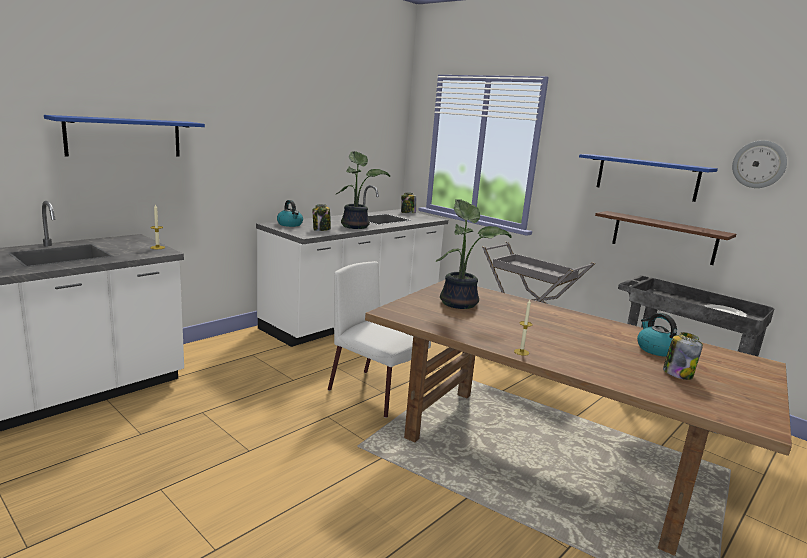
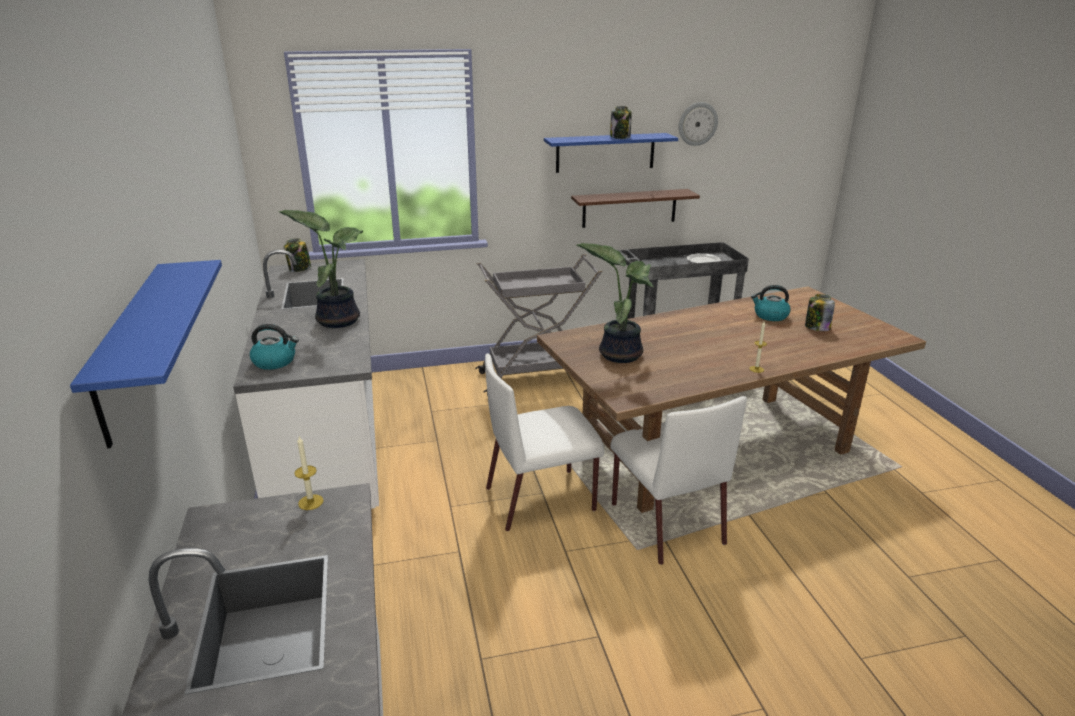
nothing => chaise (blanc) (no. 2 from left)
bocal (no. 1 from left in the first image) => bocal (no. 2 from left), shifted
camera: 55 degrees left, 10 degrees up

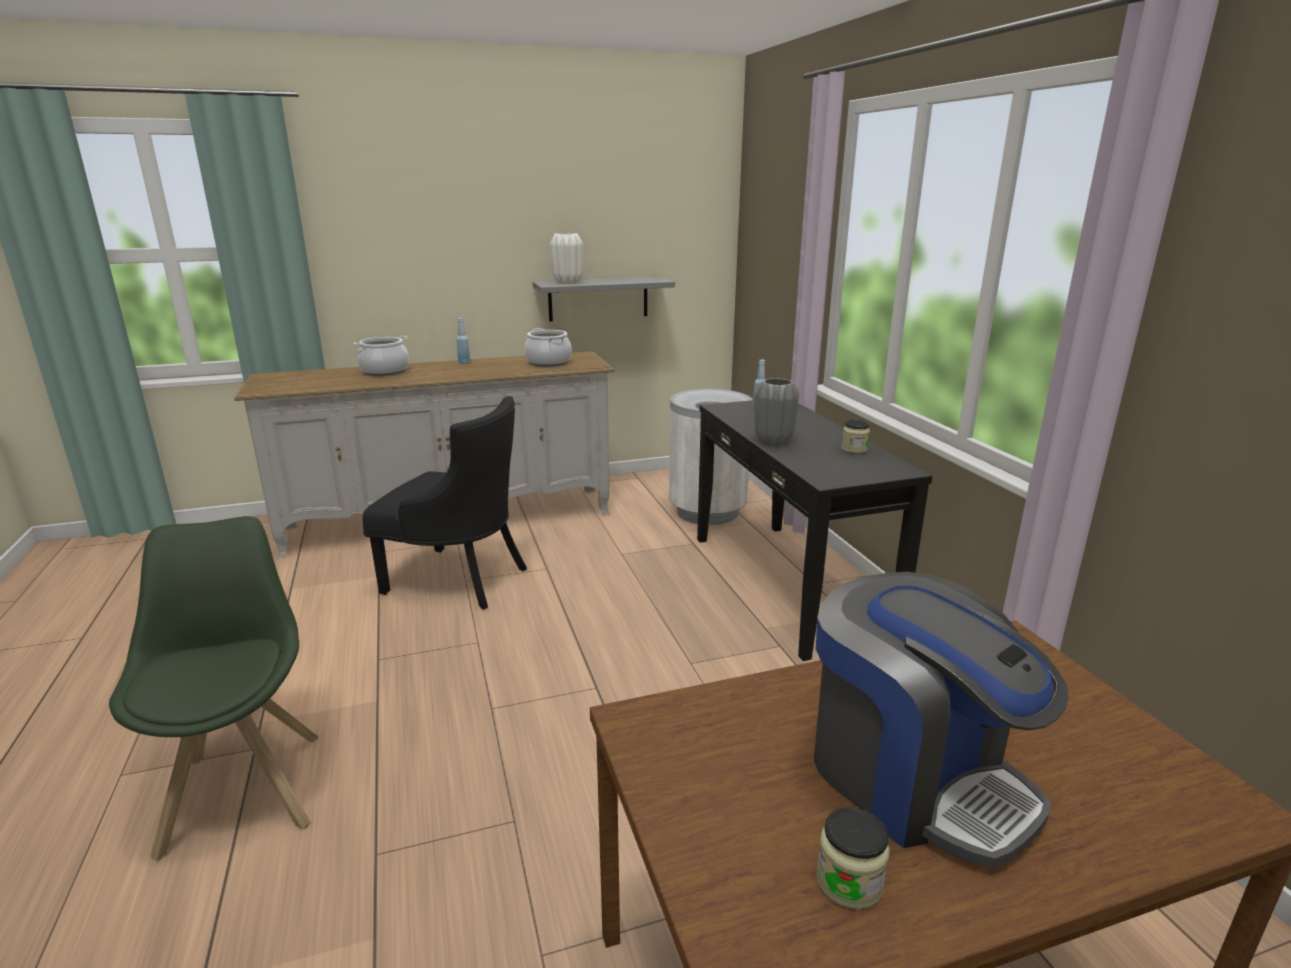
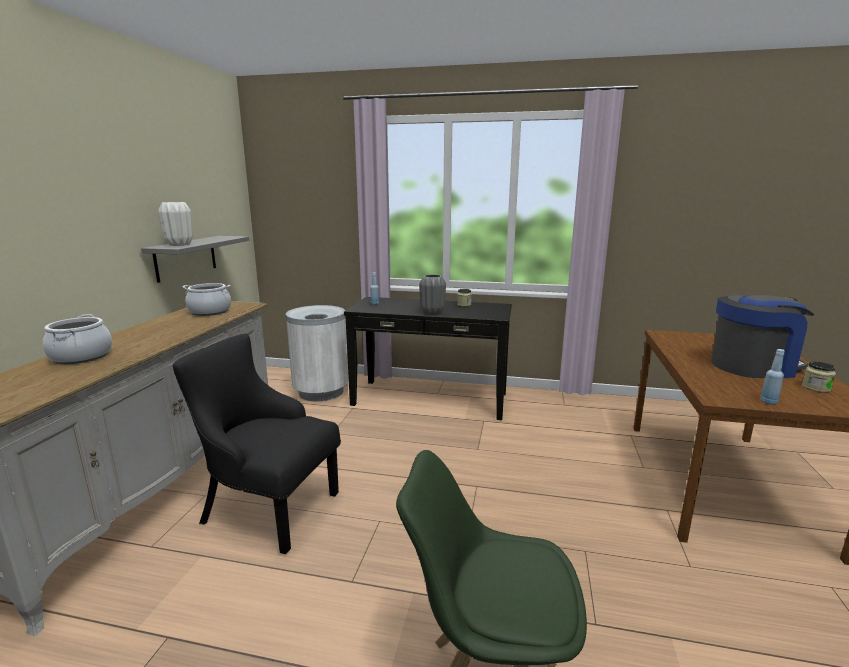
bouteille (bleu) (no. 1 from left in the first image) => bouteille (bleu) (no. 2 from left), shifted
chaise (noir), 120 degrees counterclockwise
camera: 60 degrees left, 5 degrees down

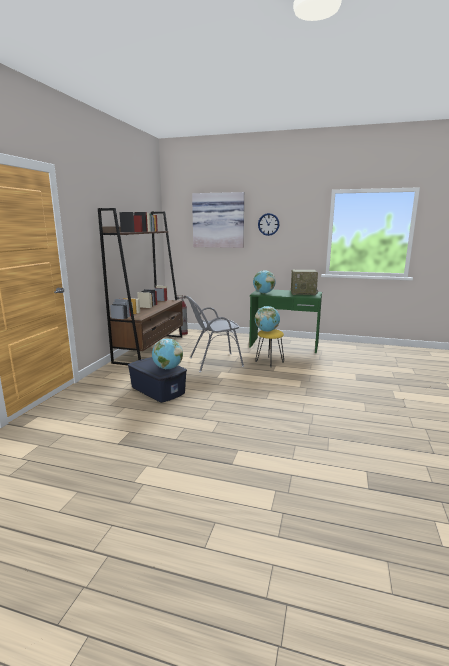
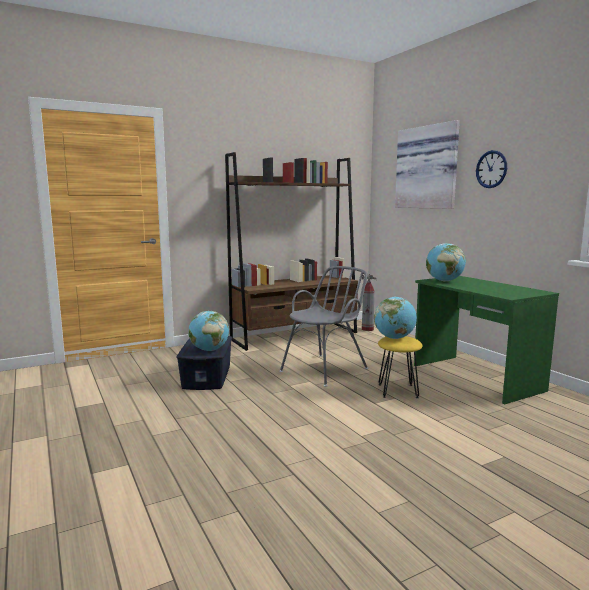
radio => nothing
chaise (gris), 105 degrees clockwise
camera: 45 degrees right, 5 degrees down

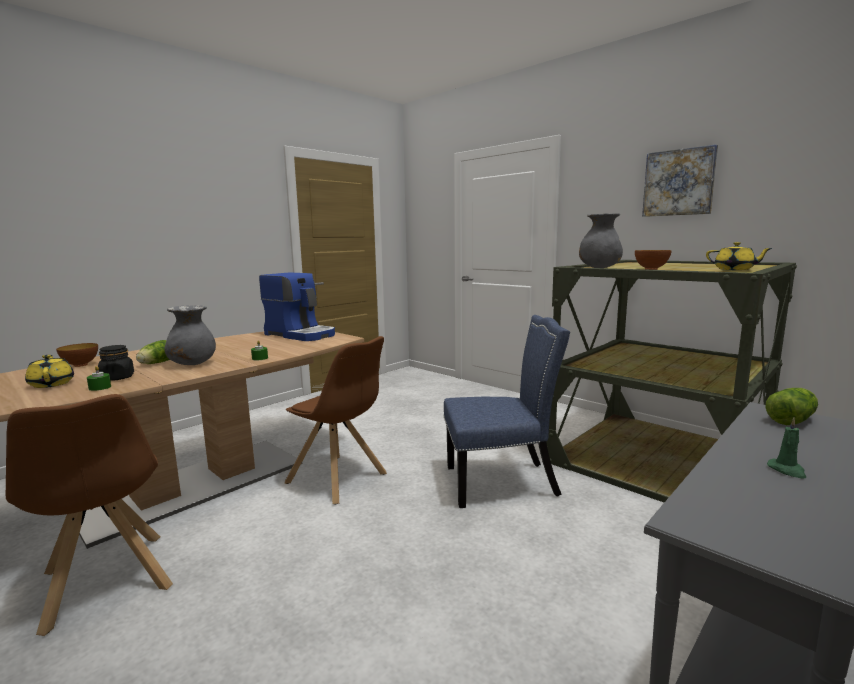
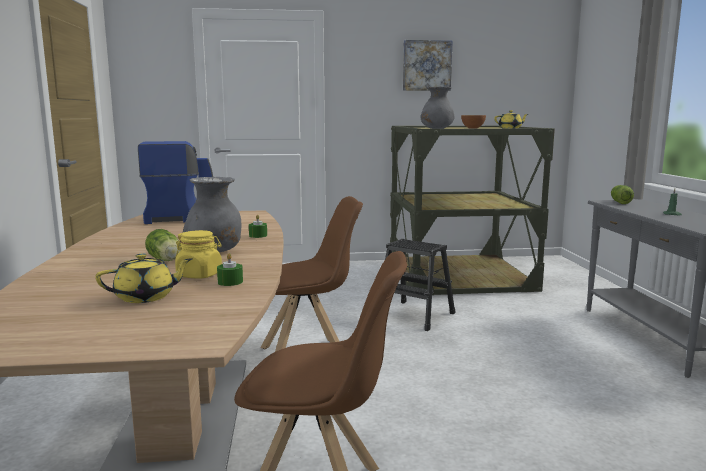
bol (no. 1 from left) => nothing
chaise (bleu) => escabeau (noir)
bocal (noir) => bocal (jaune)
théière (jaune) (no. 1 from left), 150 degrees clockwise
camera: 50 degrees left, 0 degrees up

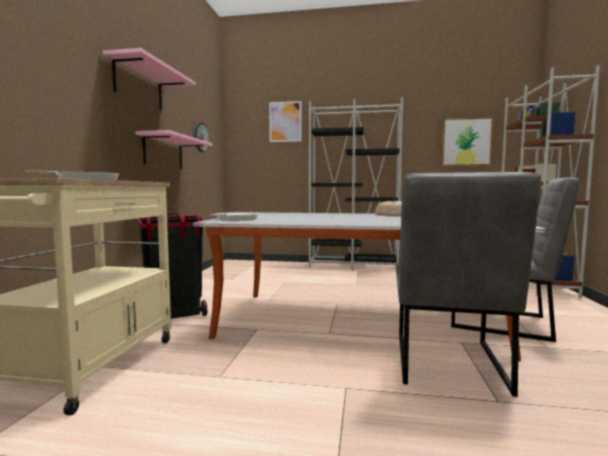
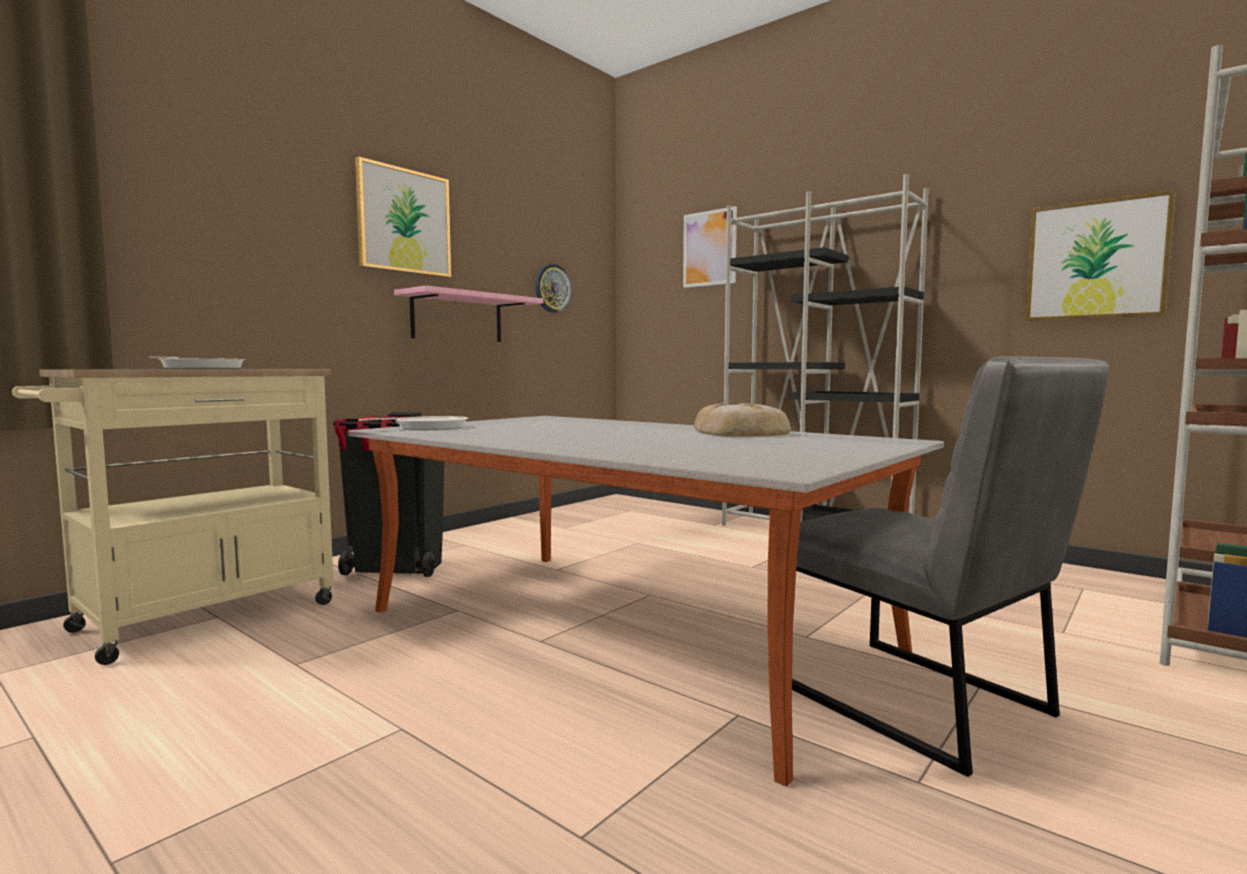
chaise (gris) (no. 1 from left) => nothing
étagère (rose) (no. 1 from left) => tableau (no. 1 from left)
camera: 30 degrees right, 0 degrees up

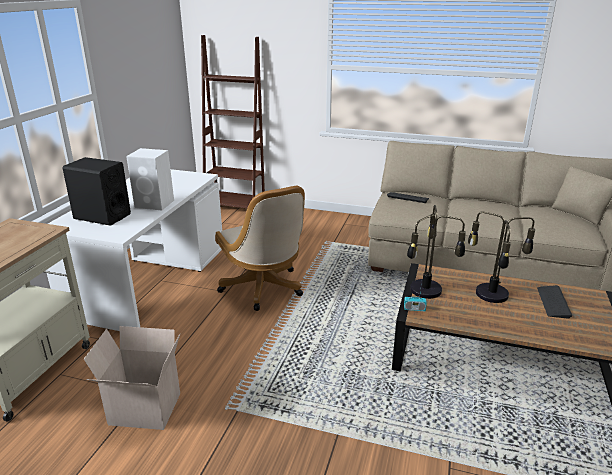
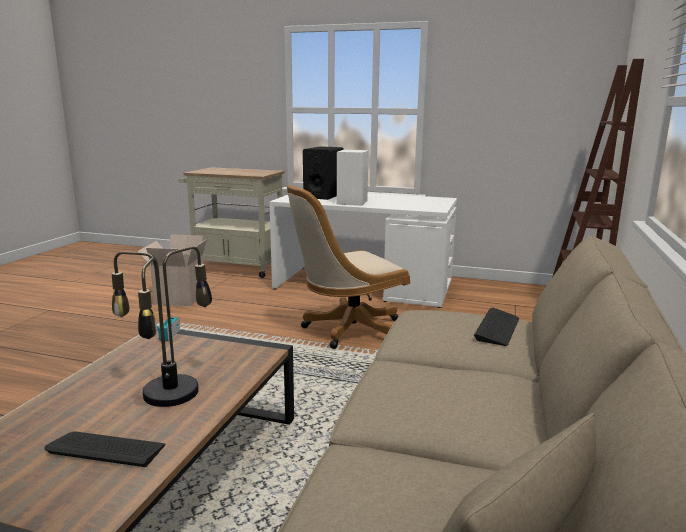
lampe de table (no. 1 from left) => nothing
camera: 90 degrees right, 10 degrees down

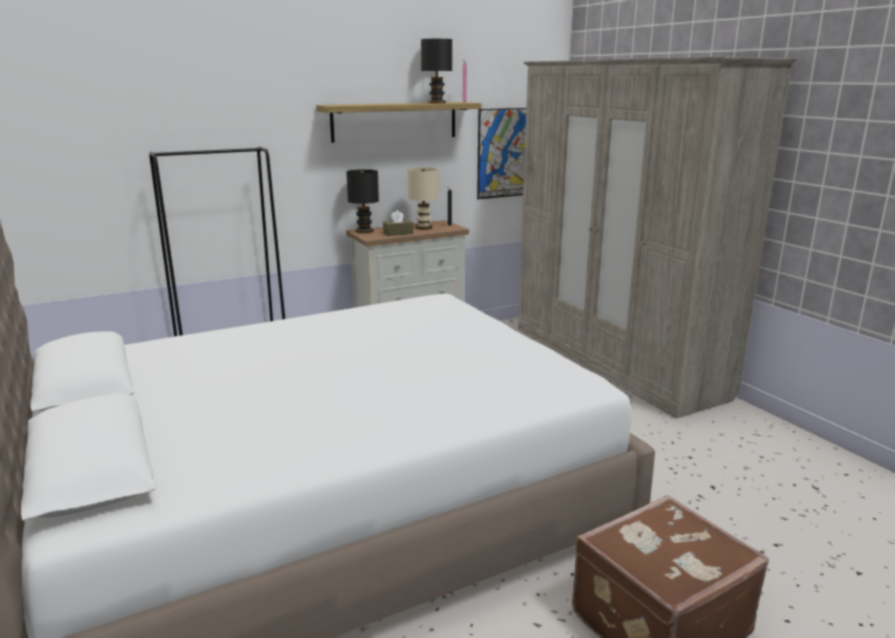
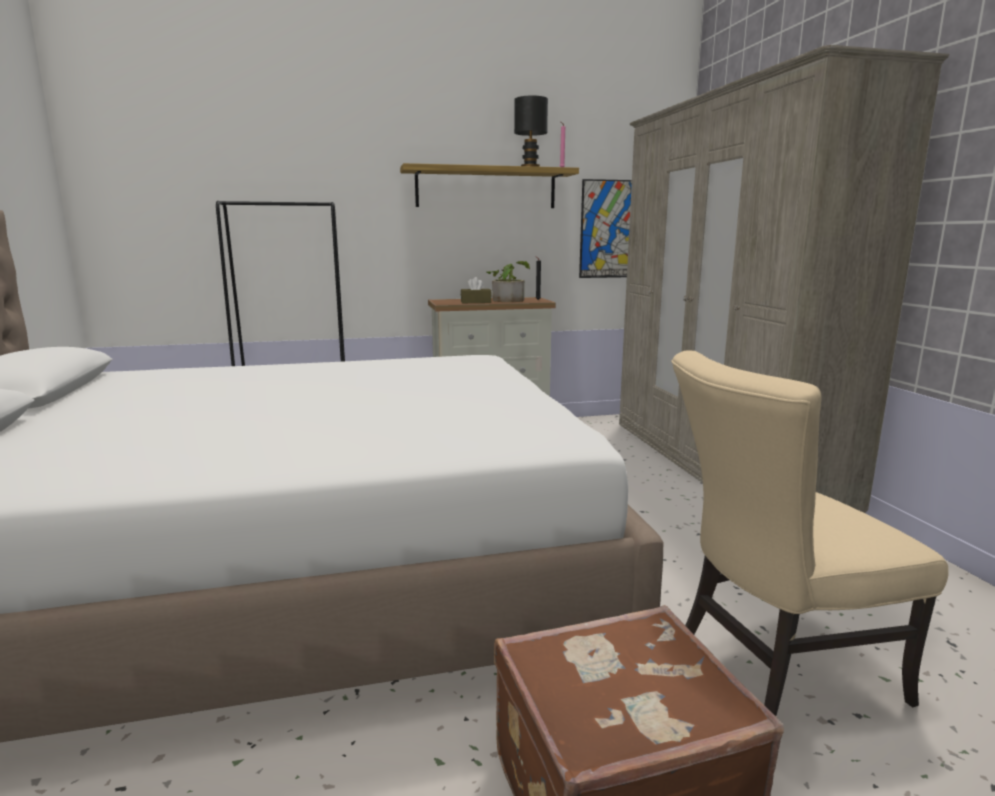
lampe de table (noir) (no. 1 from left) => nothing
nothing => chaise (beige)
lampe de table (beige) => plante en pot
camera: 15 degrees right, 5 degrees down

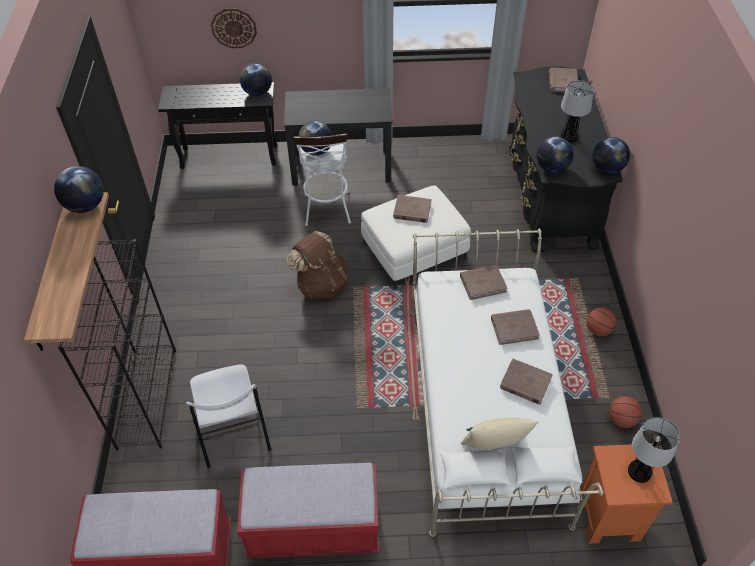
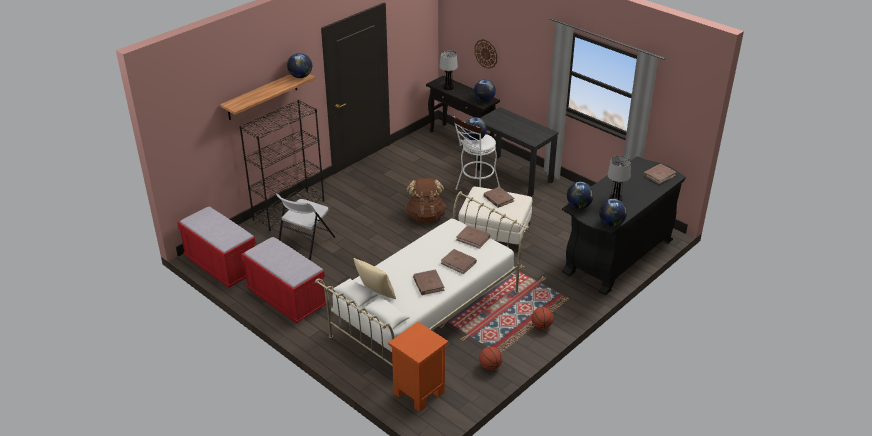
lampe de table (no. 2 from left in the first image) => lampe de table (no. 1 from left), shifted
camera: 45 degrees right, 15 degrees down

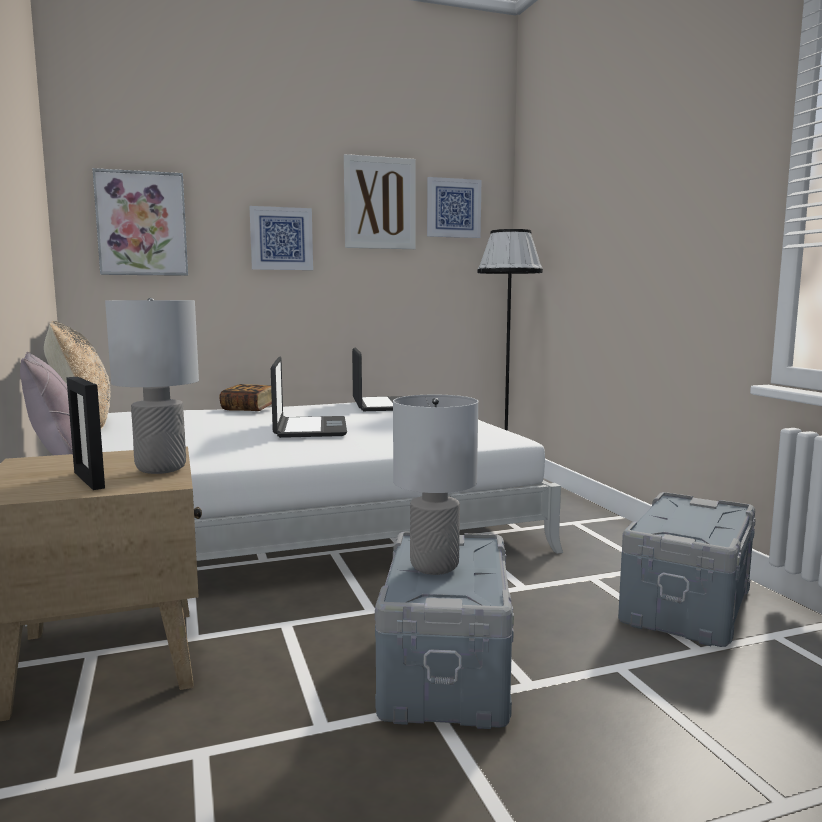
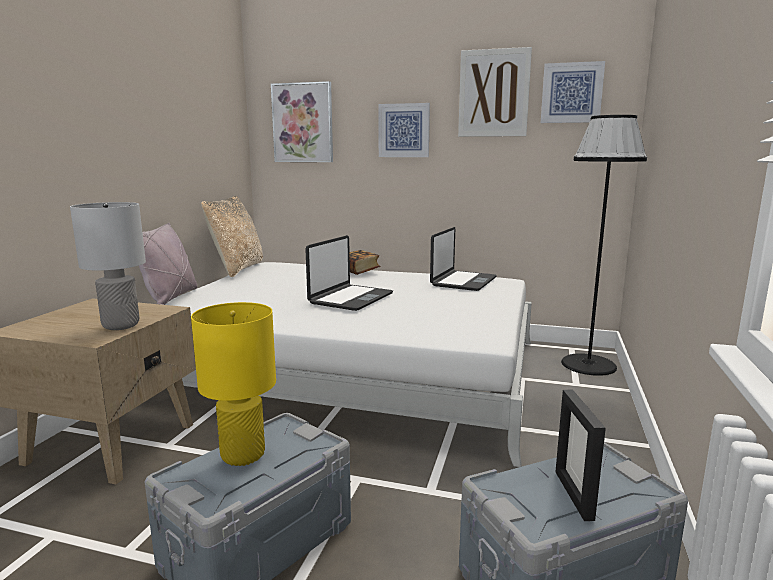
cadre photo, shifted
lampe de table (gris) (no. 2 from left) => lampe de table (jaune)
camera: 35 degrees right, 5 degrees up

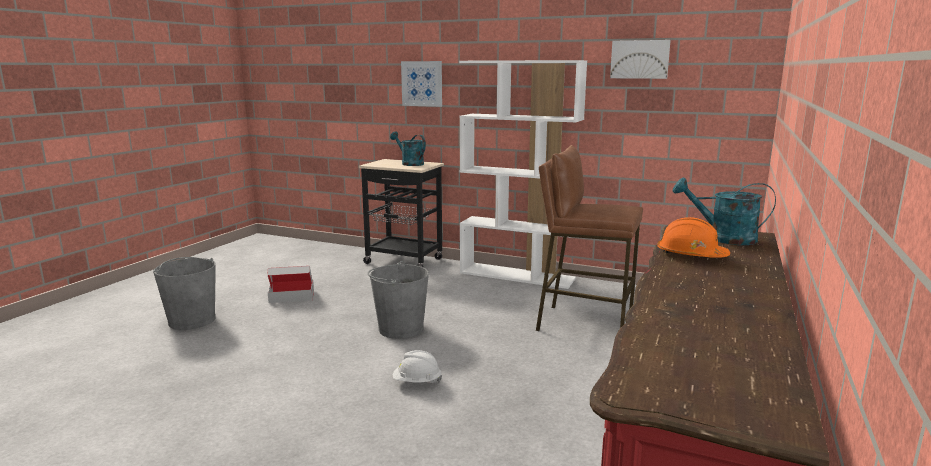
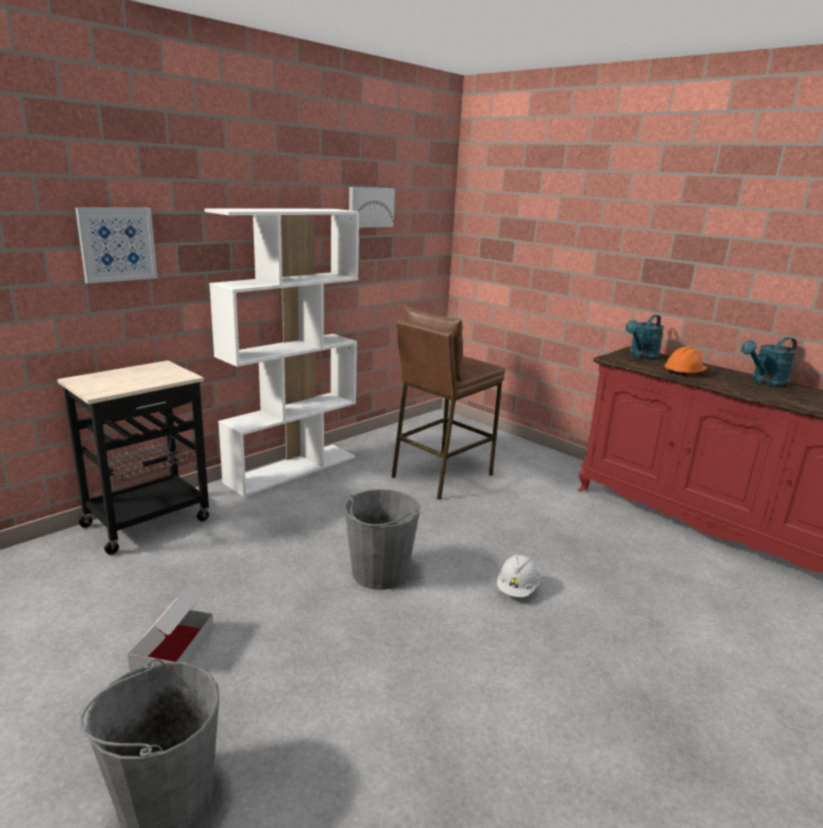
arrosoir (turquoise) (no. 1 from left in the first image) => arrosoir (turquoise) (no. 2 from left), shifted
camera: 70 degrees left, 5 degrees up

